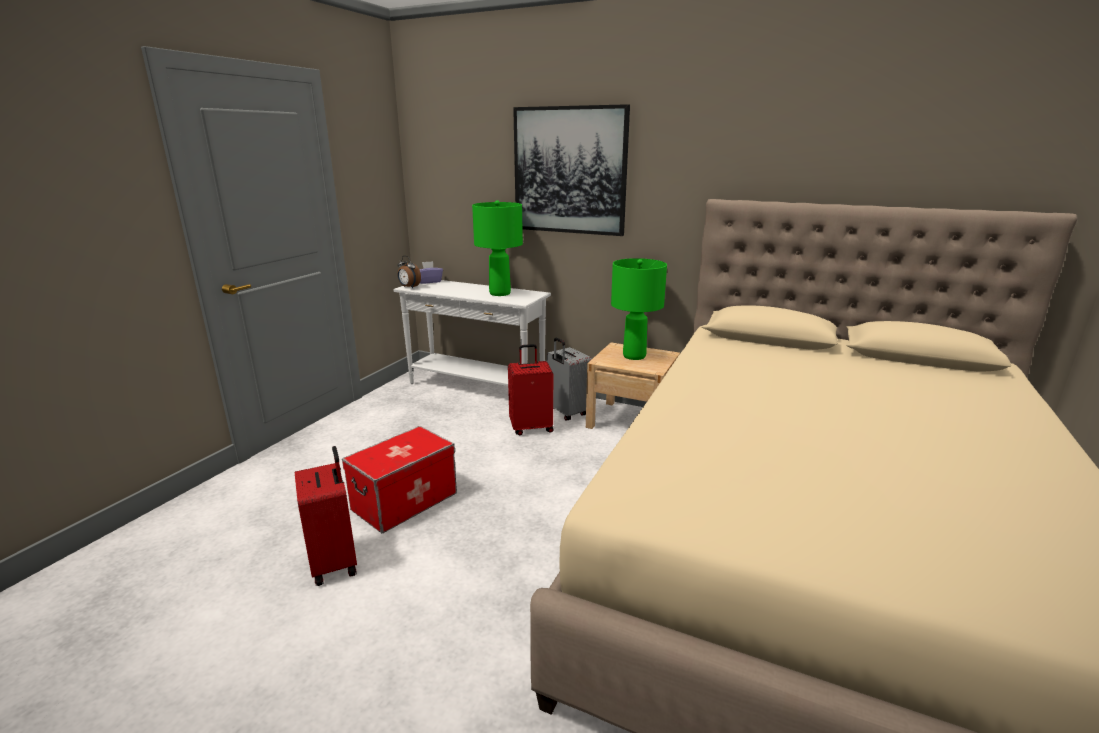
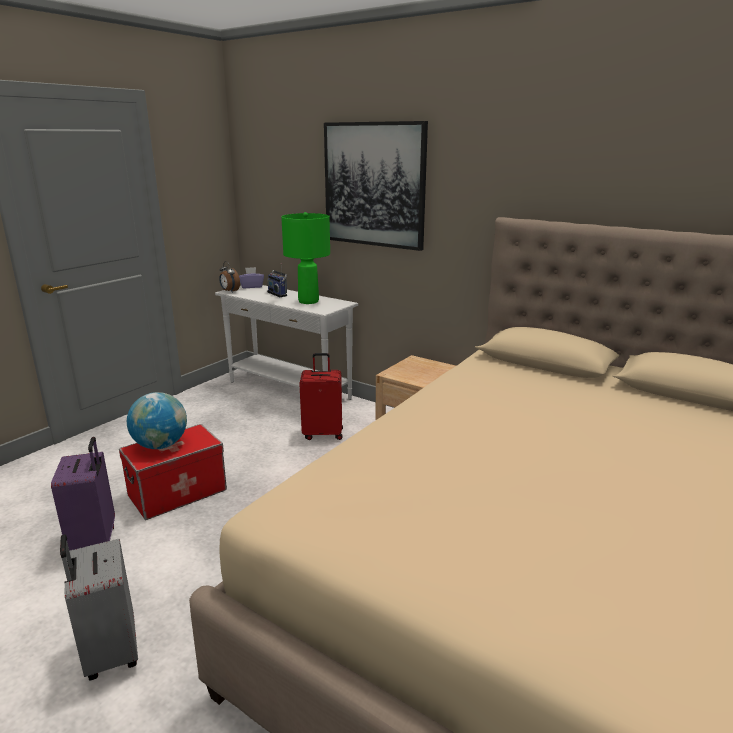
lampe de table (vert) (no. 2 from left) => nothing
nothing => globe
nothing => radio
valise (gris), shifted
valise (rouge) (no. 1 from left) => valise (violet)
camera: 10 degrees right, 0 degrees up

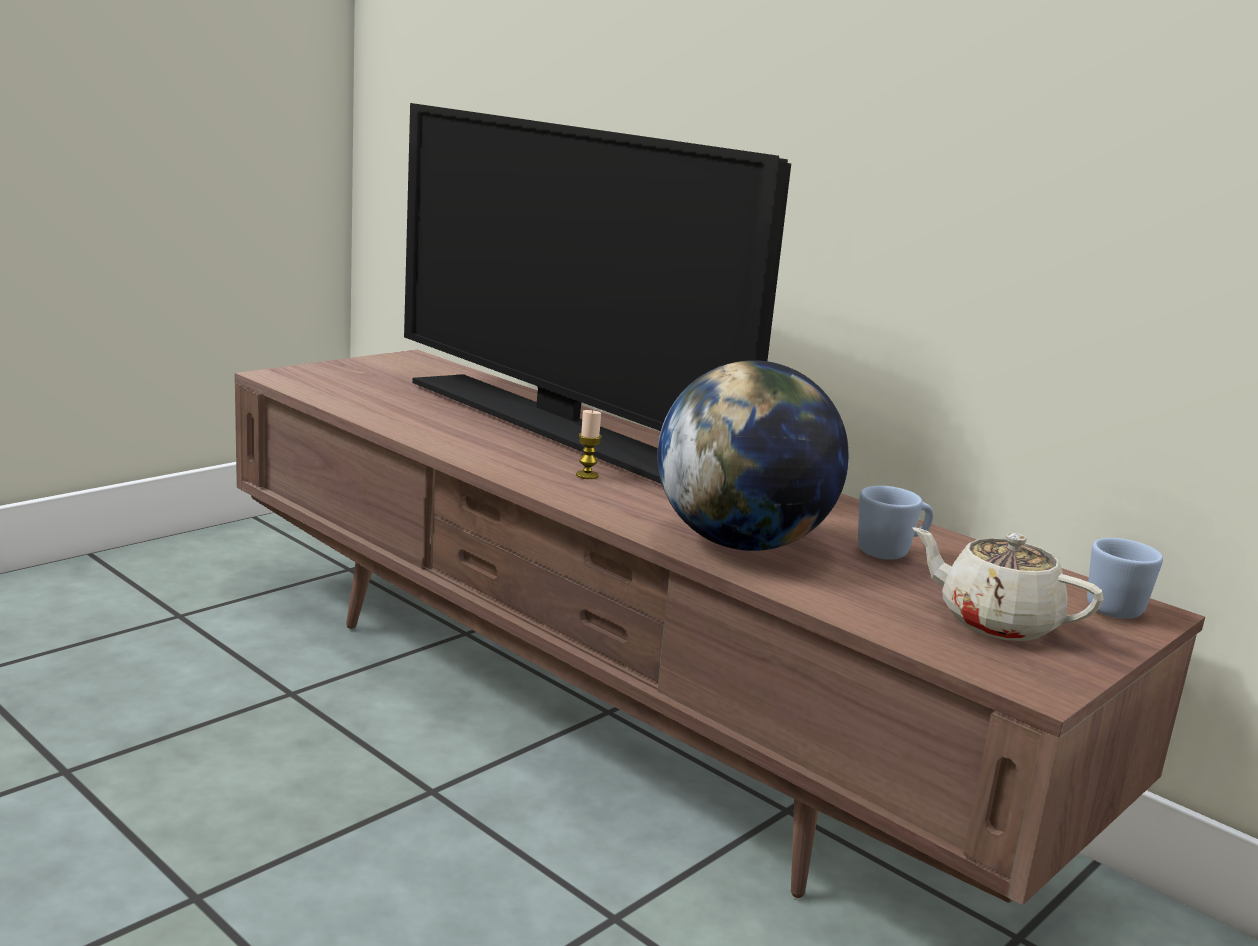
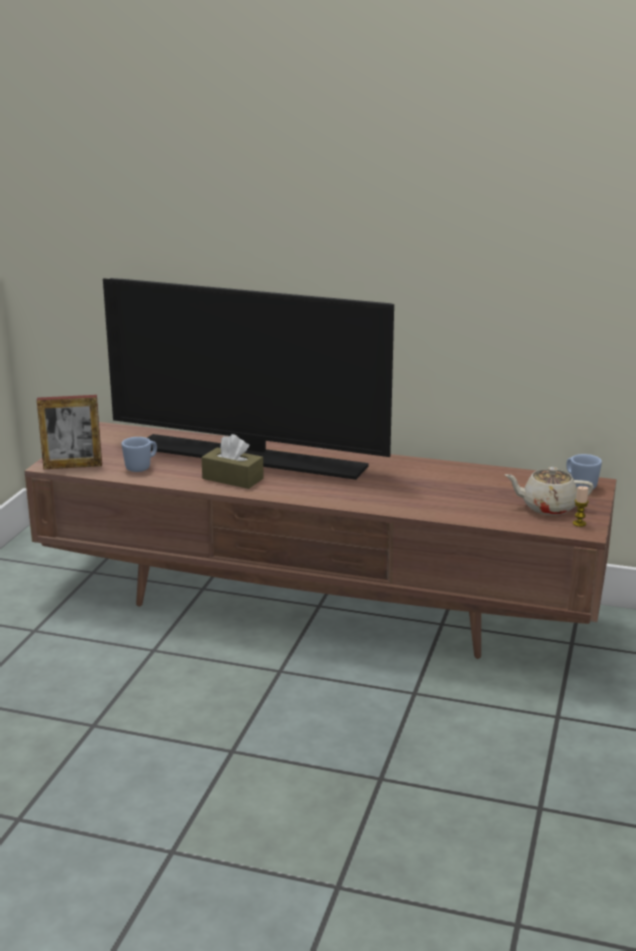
globe => nothing
nothing => cadre photo
nothing => boîte à mouchoirs (marron)
bougie, shifted
mug (bleu) (no. 1 from left), shifted
camera: 25 degrees left, 5 degrees up

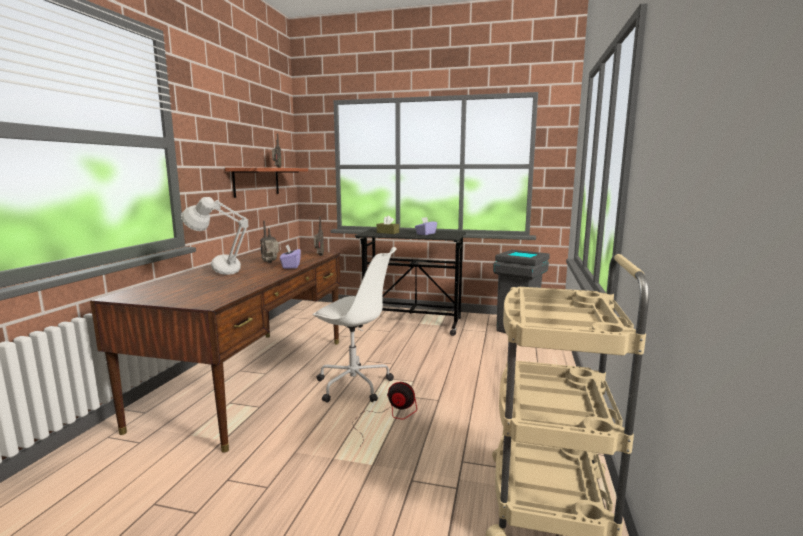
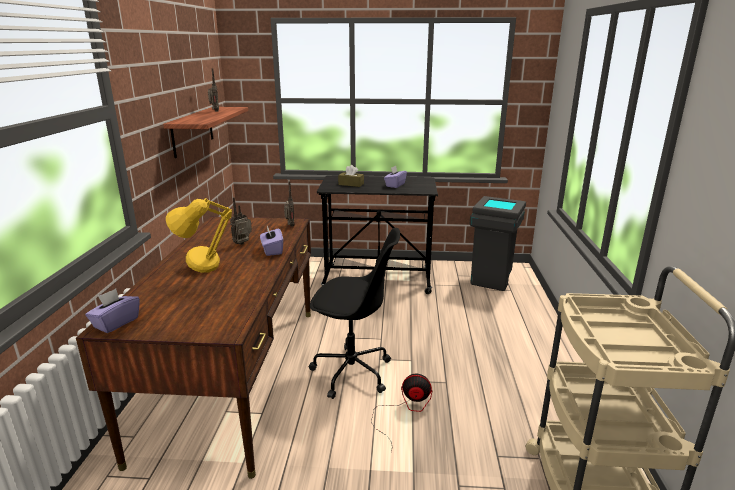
nothing => boîte à mouchoirs (violet) (no. 1 from left)
lampe de table (gris) => lampe de table (jaune)
chaise de bureau (blanc) => chaise de bureau (noir)
camera: 10 degrees left, 10 degrees up

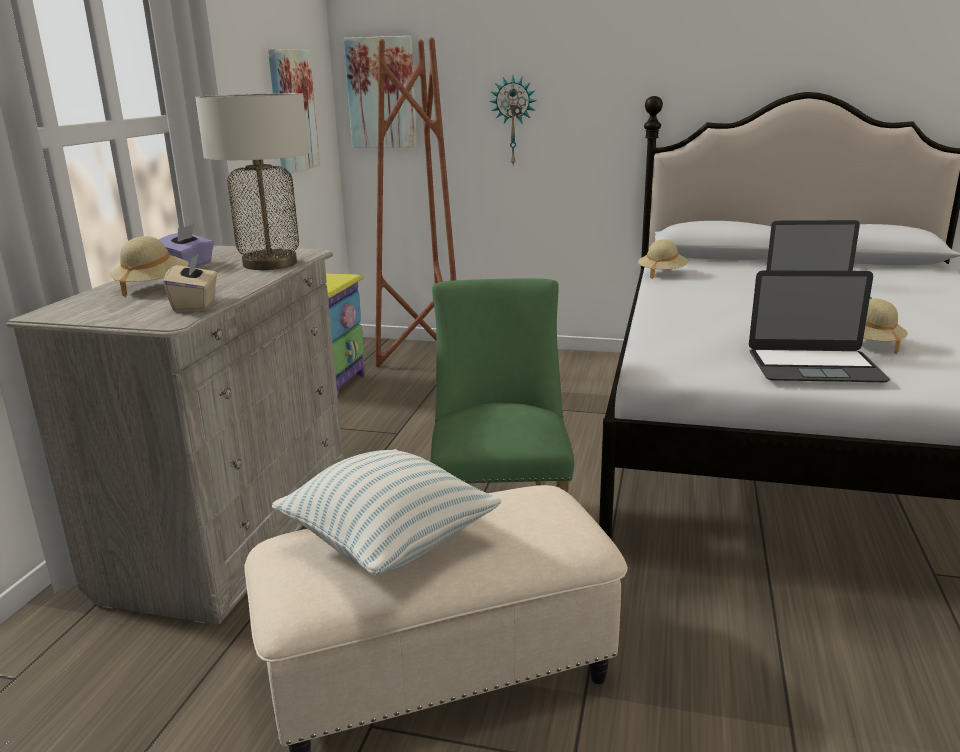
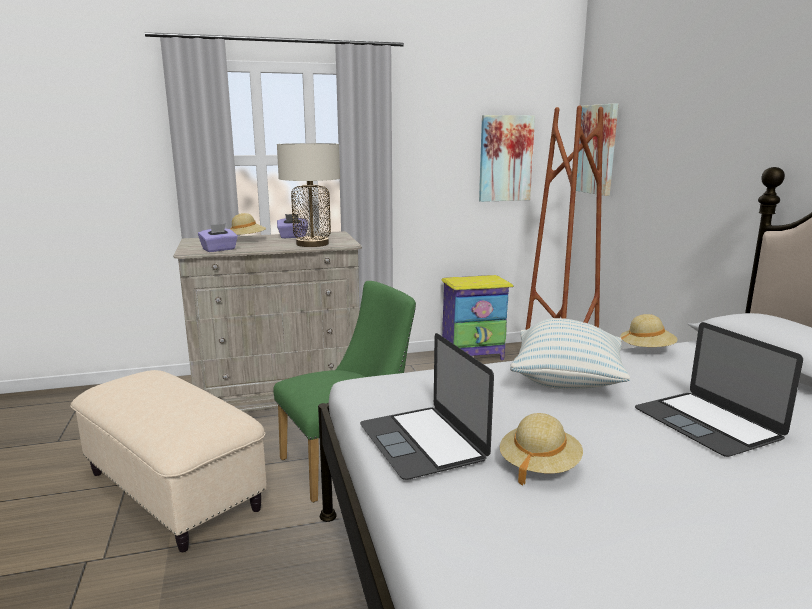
horloge murale => nothing
coussin, shifted
boîte à mouchoirs (beige) => boîte à mouchoirs (violet) (no. 1 from left)
camera: 60 degrees right, 5 degrees down

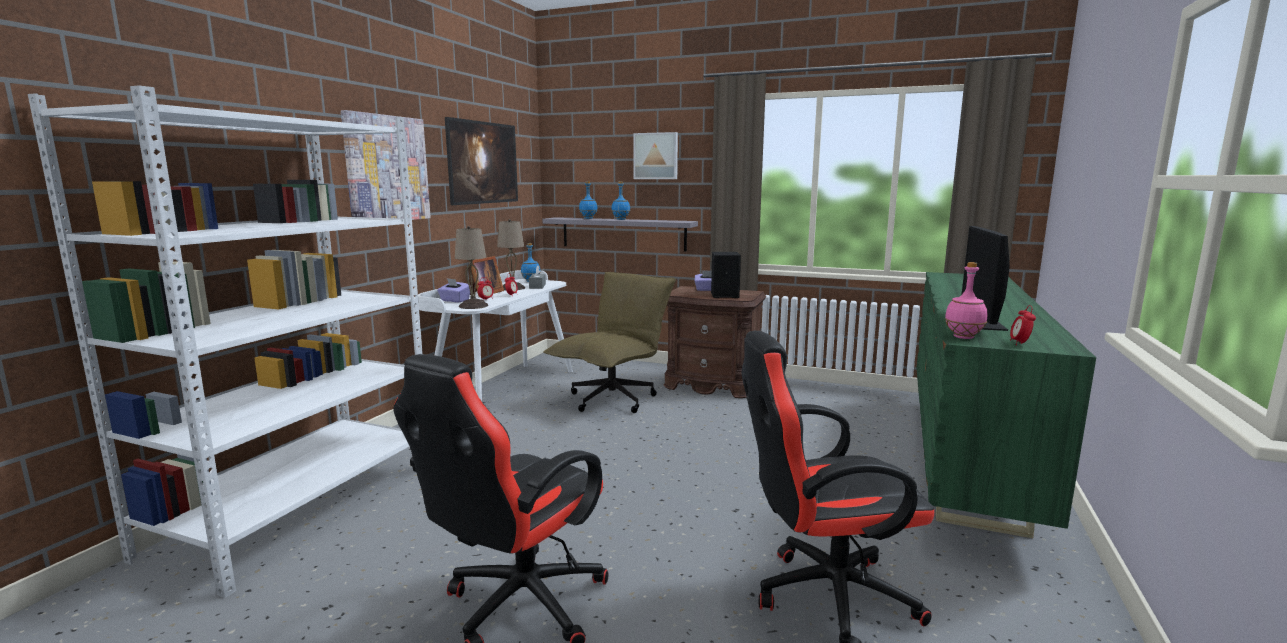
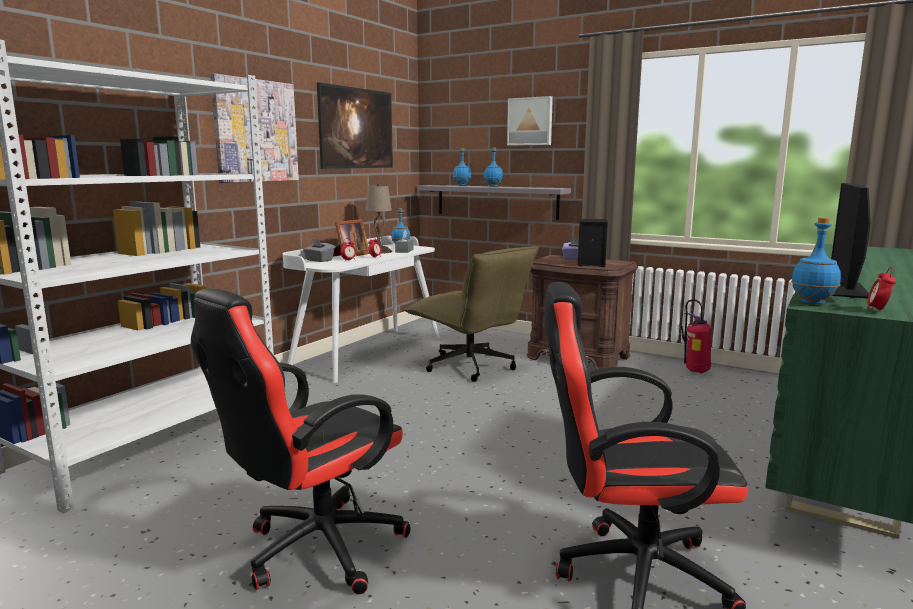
lampe de table (beige) (no. 1 from left) => nothing
nothing => extincteur
boîte à mouchoirs (violet) (no. 1 from left) => boîte à mouchoirs (gris) (no. 1 from left)
bouteille (rose) => bouteille (bleu) (no. 4 from left)
chaise de bureau (beige), 90 degrees clockwise
camera: 10 degrees right, 0 degrees up

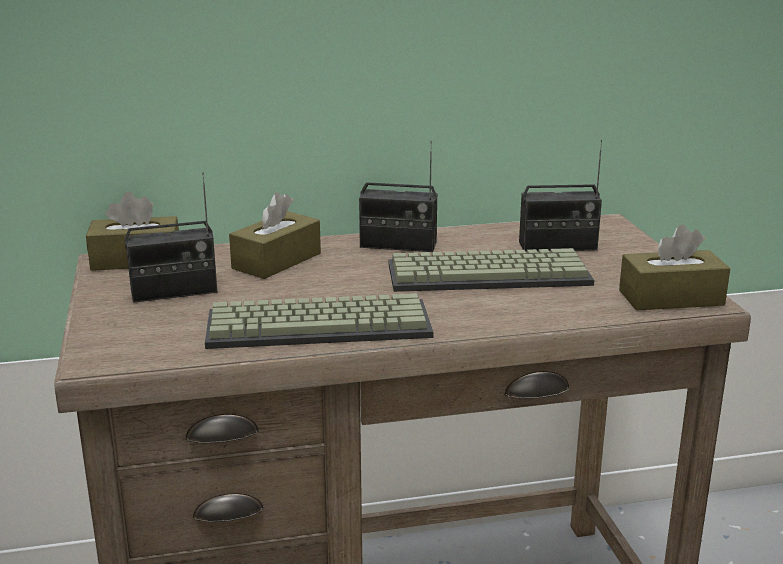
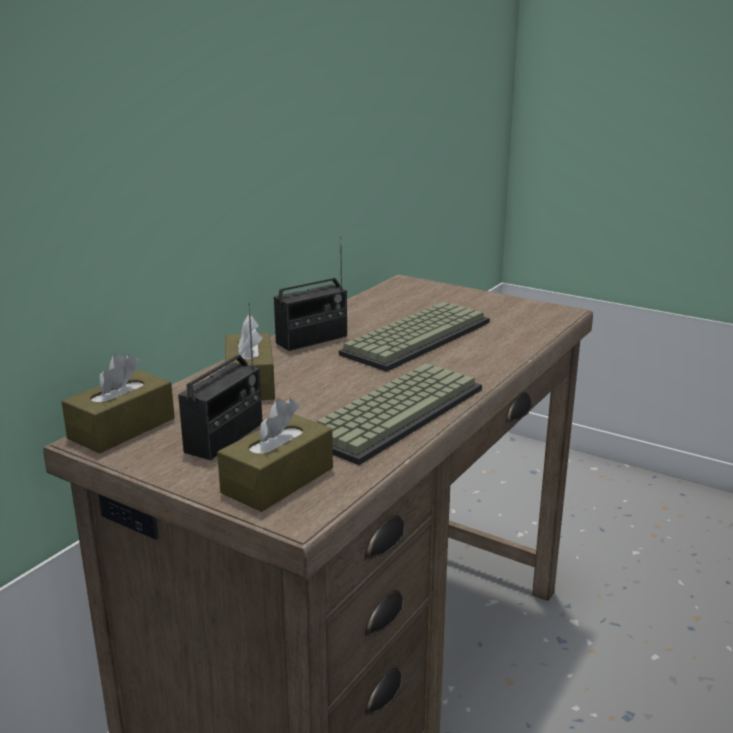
radio (no. 3 from left) => nothing
boîte à mouchoirs (marron) (no. 3 from left), shifted
camera: 45 degrees left, 0 degrees up

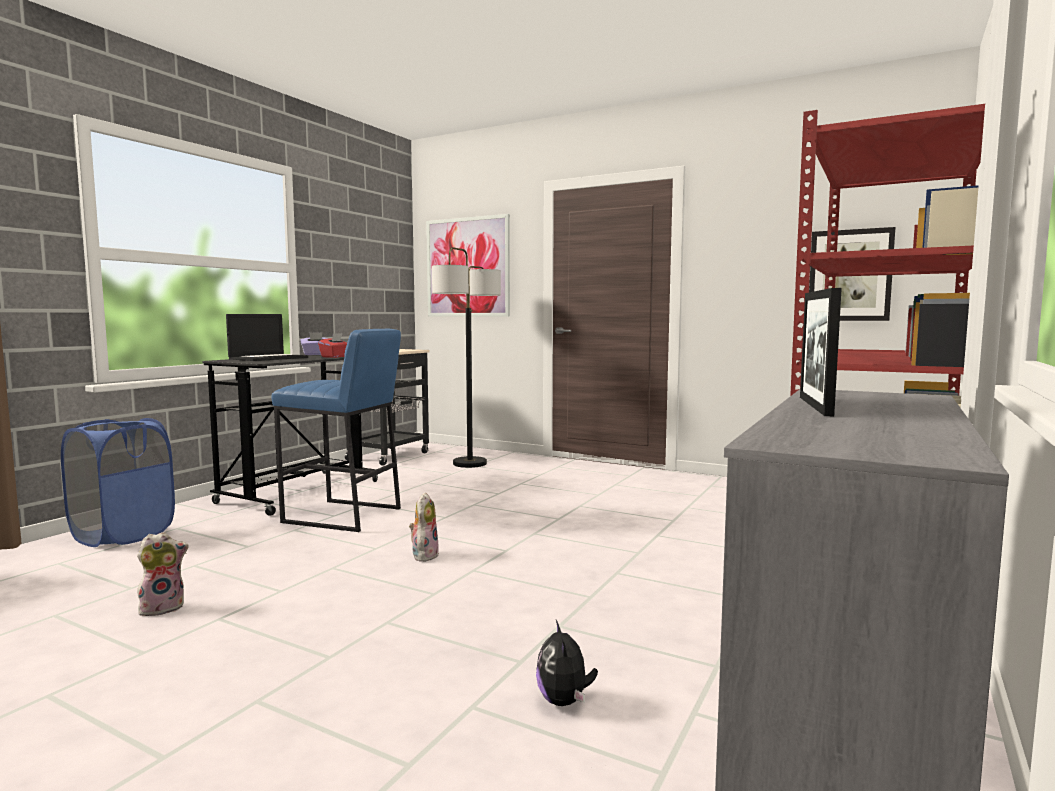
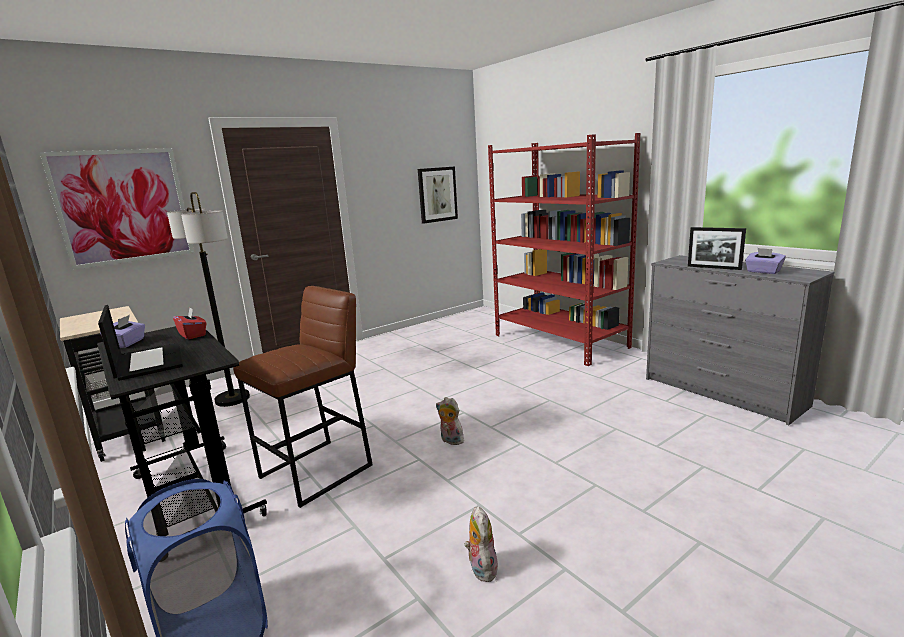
peluche (no. 3 from left) => nothing
nothing => boîte à mouchoirs (violet) (no. 2 from left)
tabouret (bleu) => tabouret (marron)
camera: 65 degrees left, 10 degrees up

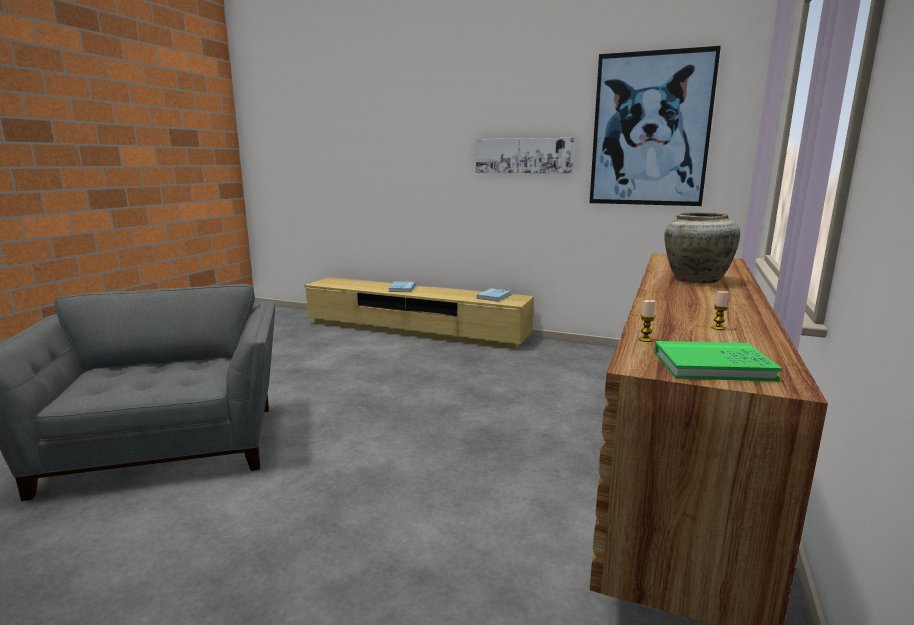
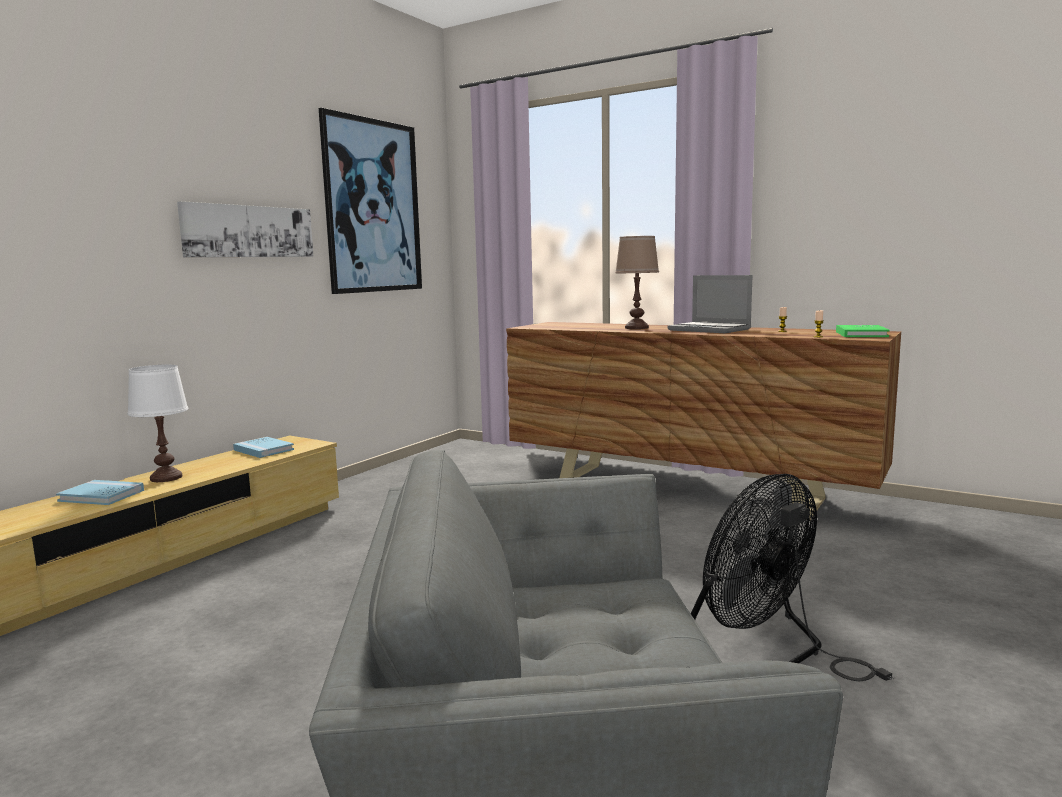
nothing => lampe de table (blanc)
nothing => ordinateur portable
nothing => ventilateur (noir)
vase (beige) => lampe de table (marron)
camera: 80 degrees left, 5 degrees down

